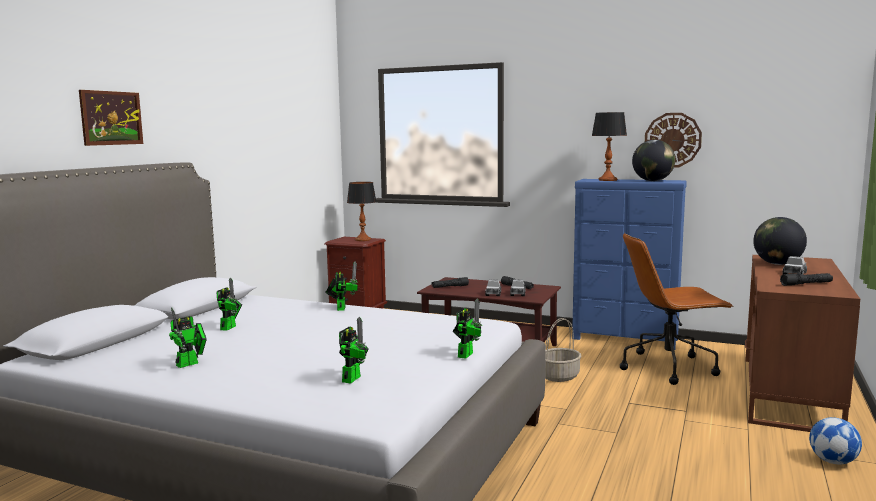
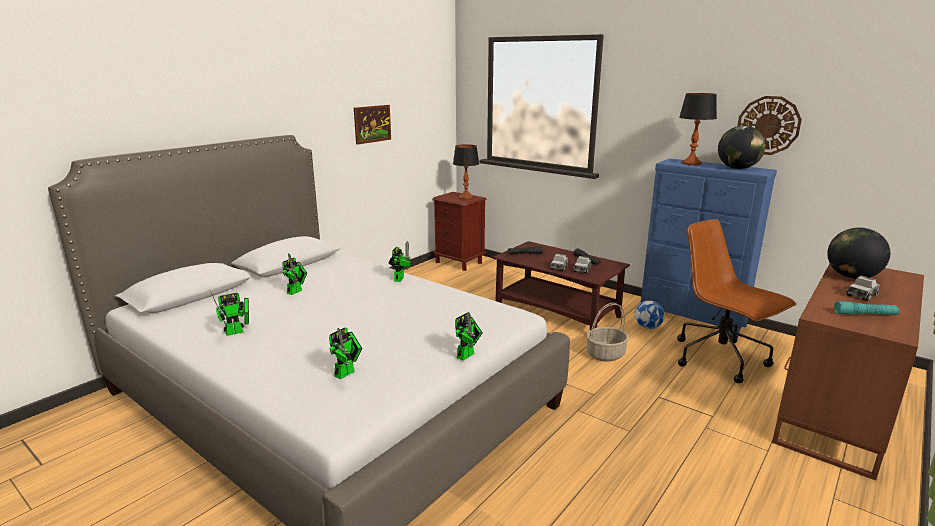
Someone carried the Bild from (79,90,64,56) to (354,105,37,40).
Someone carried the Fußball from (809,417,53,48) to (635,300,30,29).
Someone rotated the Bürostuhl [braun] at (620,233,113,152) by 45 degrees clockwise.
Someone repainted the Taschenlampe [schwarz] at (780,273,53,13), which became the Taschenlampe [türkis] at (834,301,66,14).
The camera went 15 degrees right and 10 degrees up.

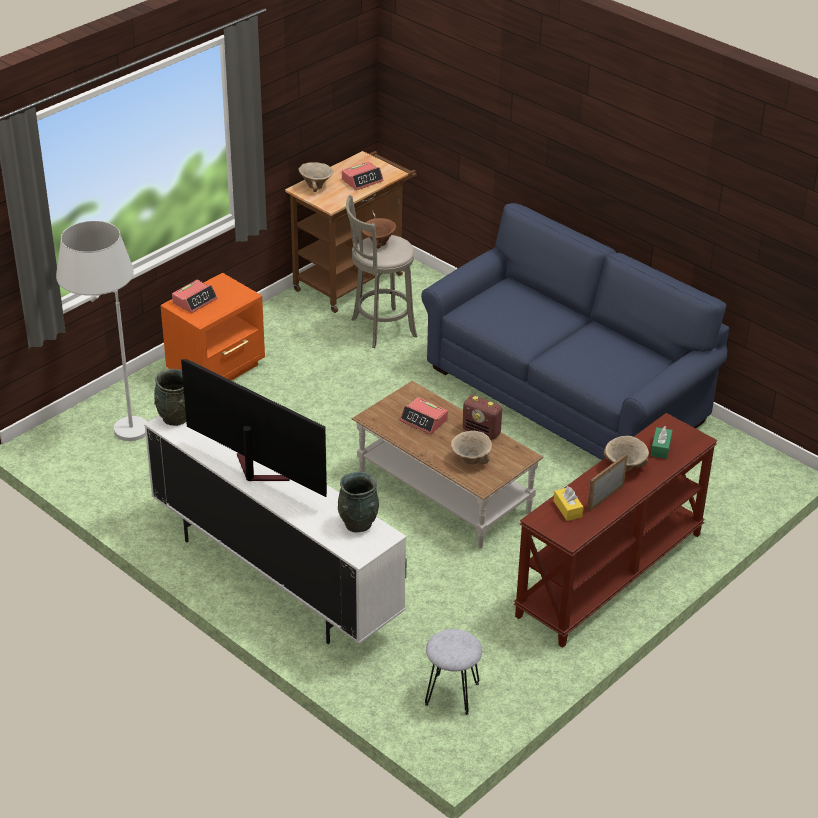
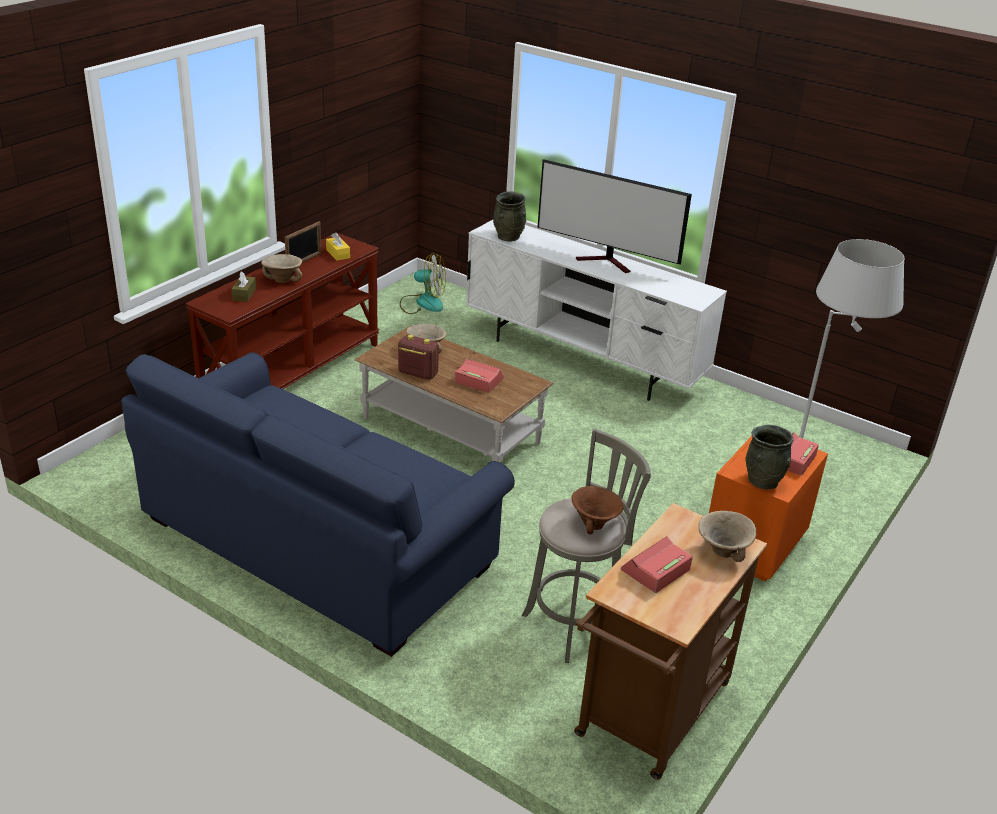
Someone repainted the Taschentuchbox [grün] at (651,426,22,33), which became the Taschentuchbox [braun] at (232,271,24,31).
Someone swapped the Hocker [grau] at (425,629,57,86) for the Ventilator at (400,253,46,61).
Someone carried the Vase [grau] from (154,369,32,57) to (746,425,48,65).
The camera went 170 degrees right and 5 degrees down.

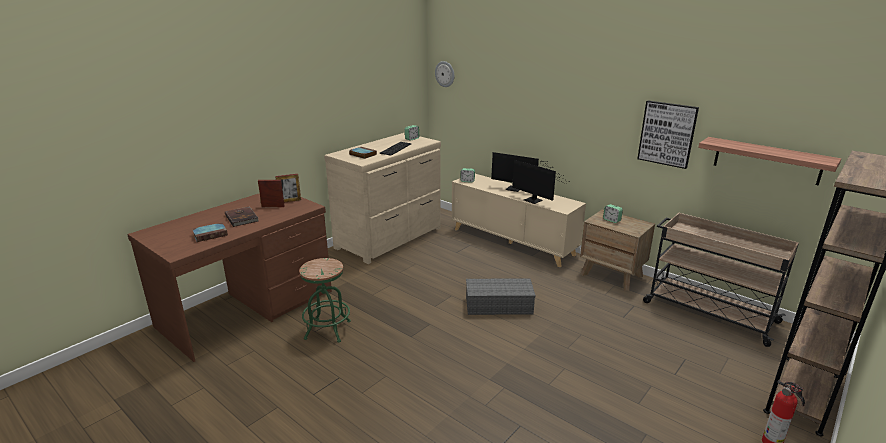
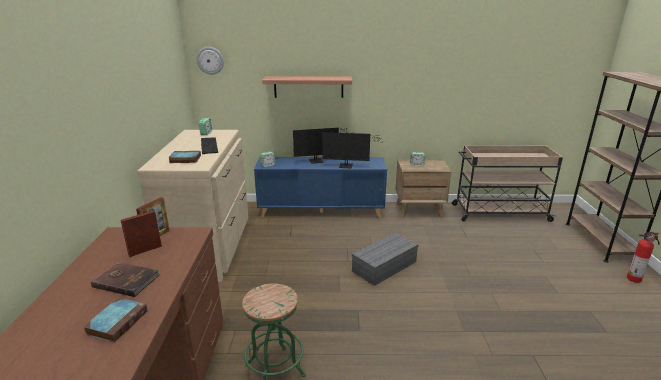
Someone repainted the Schrank [beige] at (452,174,134,93), which became the Schrank [blau] at (254,157,133,61).
Someone carried the Wandregal from (698,137,143,48) to (262,76,90,22).
Someone took away the Bild at (637,100,62,69).
The camera went 40 degrees left and 0 degrees up.

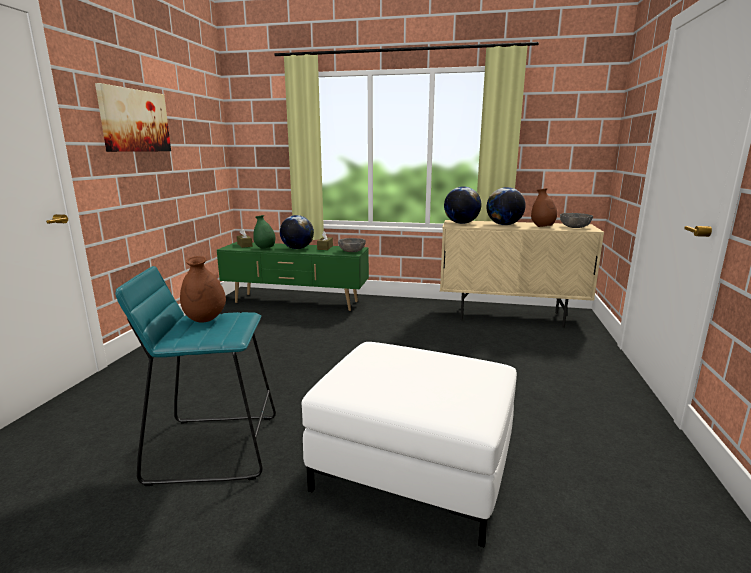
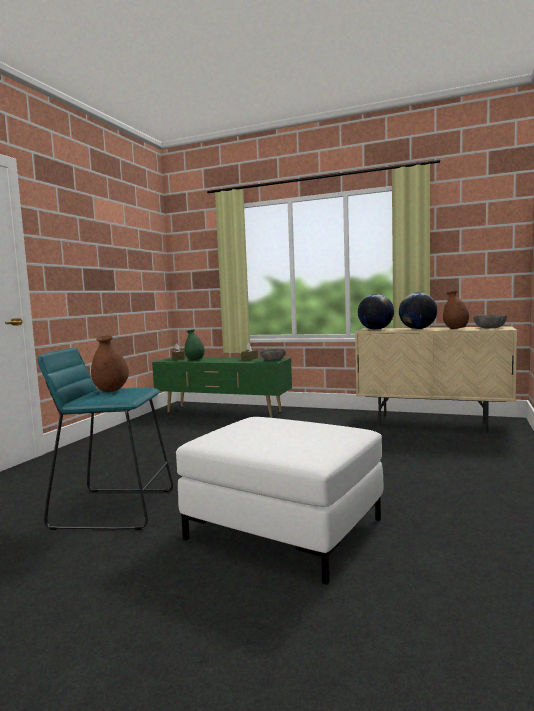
Someone took away the Bild at (95,83,76,69).
Someone took away the Globus at (280,215,34,34).
The camera went 10 degrees right and 10 degrees down.

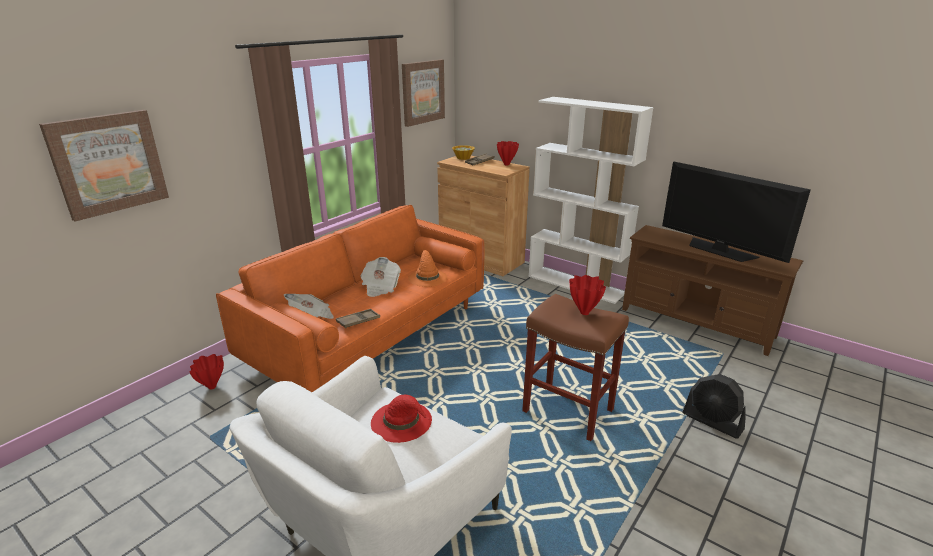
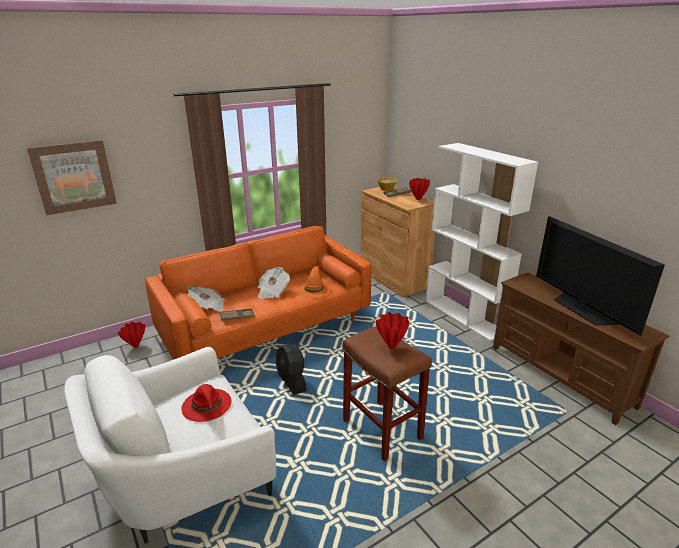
Someone carried the Ventilator [schwarz] from (682,374,64,65) to (276,344,31,51).
Someone took away the Bild at (402,59,43,68).
The camera went 20 degrees right and 0 degrees up.

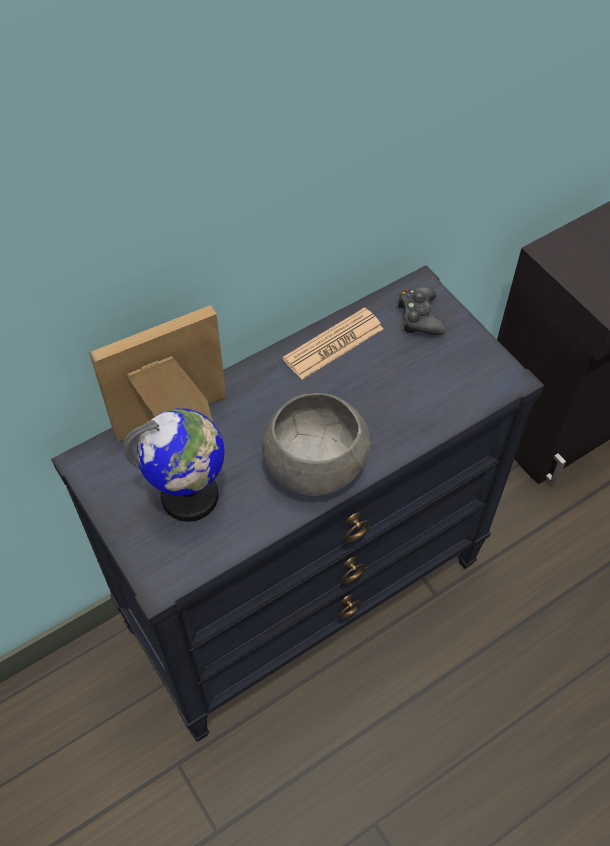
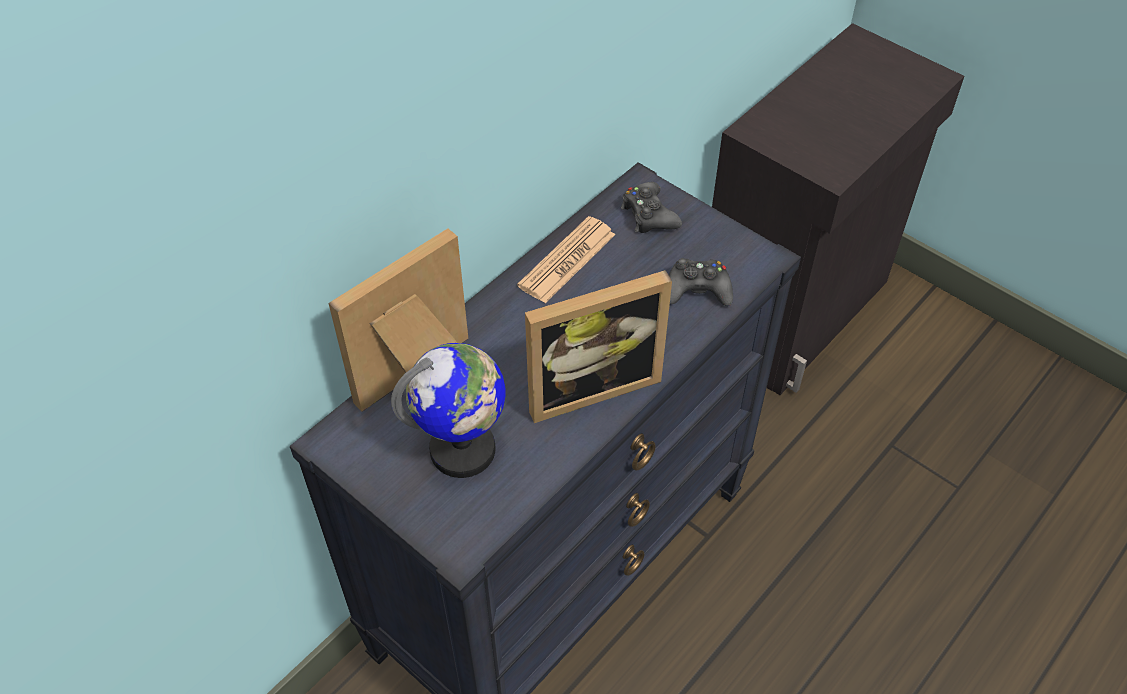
Someone swapped the Schüssel [grau] at (262,393,109,103) for the Bilderrahmen at (525,270,147,153).
Someone put down the Gamepad [schwarz] at (669,258,64,48).
The camera went 15 degrees left and 5 degrees down.

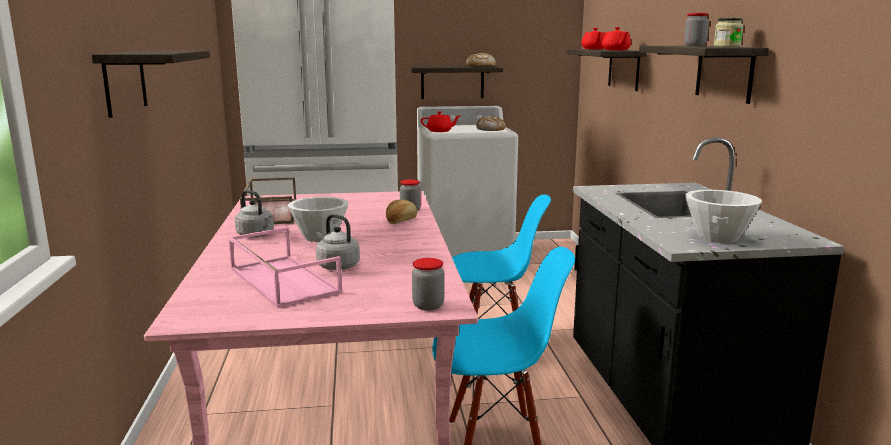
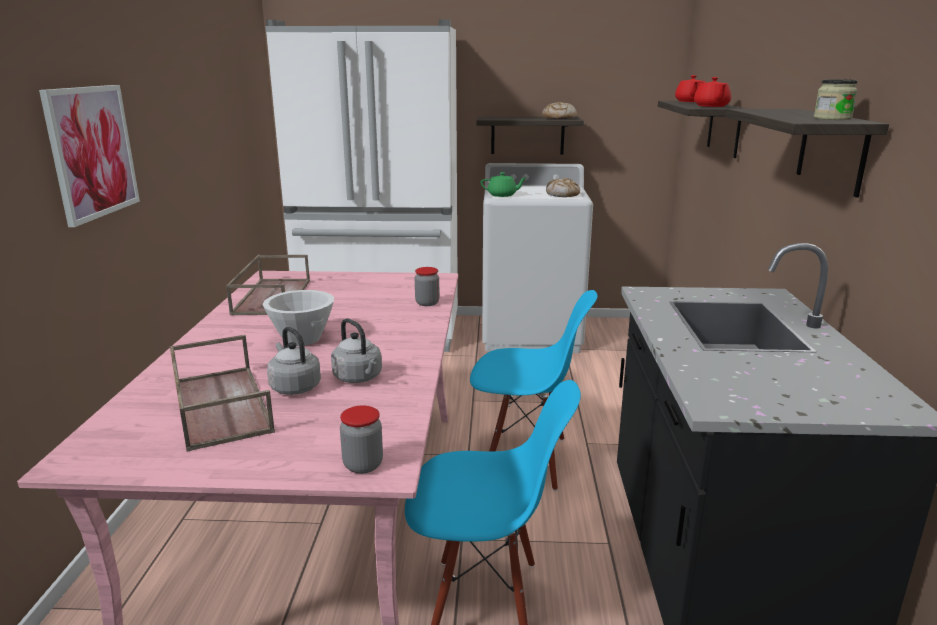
Someone swapped the Wandregal at (92,51,118,67) for the Bild at (39,85,101,142).
Someone repainted the Tablett [rosa] at (228,227,114,81), which became the Tablett [braun] at (170,335,105,117).
Someone carried the Wasserkessel [grau] from (235,190,39,47) to (331,318,51,65).
Someone repainted the Teekanne [rot] at (421,111,39,21), which became the Teekanne [grün] at (481,172,45,25).
Someone took away the Brot at (386,200,31,24).
Someone took away the Vorratsglas at (684,13,25,33).
Someone took away the Schüssel [weiß] at (685,190,77,53).
The camera went 10 degrees right and 5 degrees up.

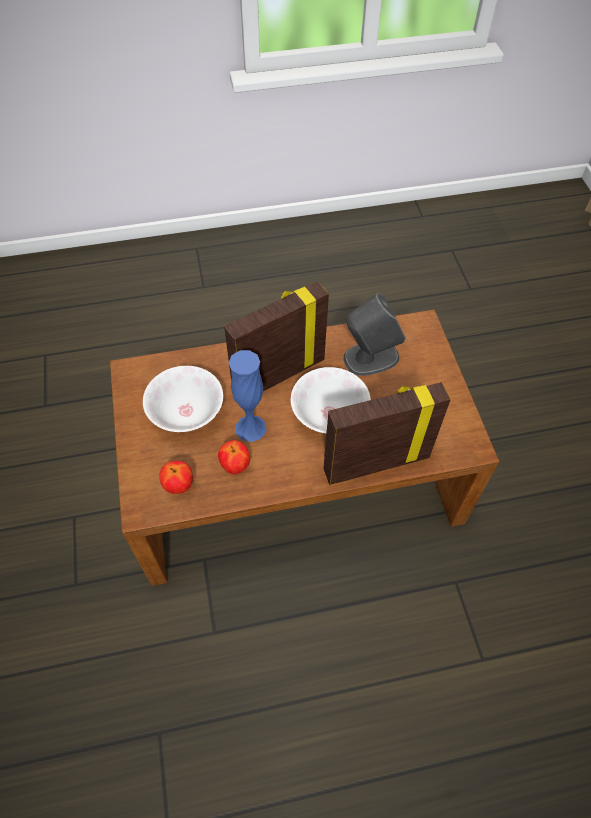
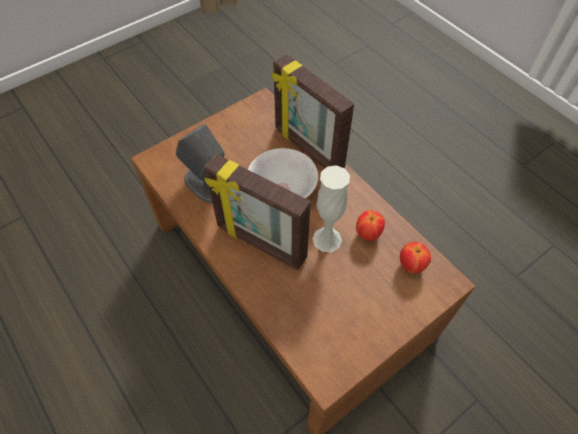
Someone repainted the Vase [blau] at (229,350,37,92), which became the Vase [weiß] at (312,165,38,87).
Someone took away the Schüssel [weiß] at (143,366,80,66).
The camera went 115 degrees left and 0 degrees up.

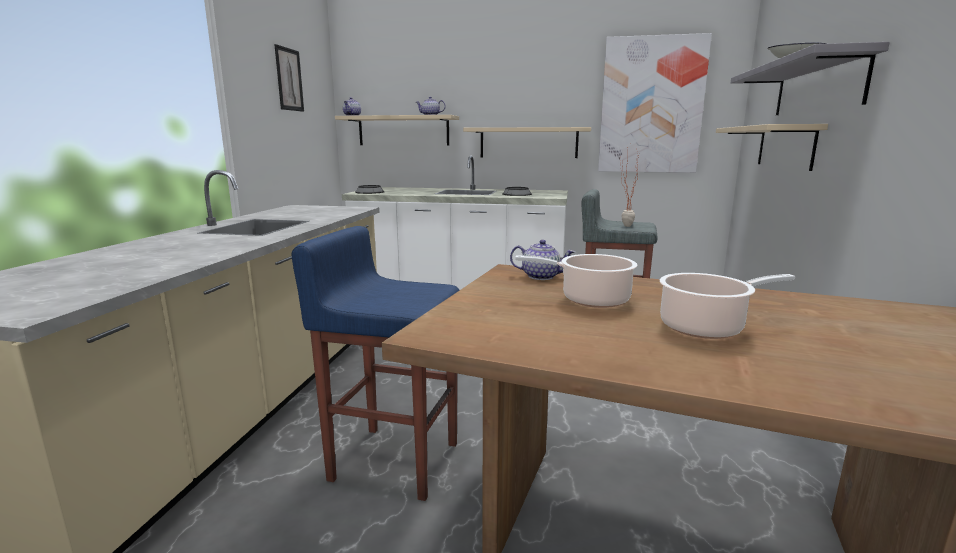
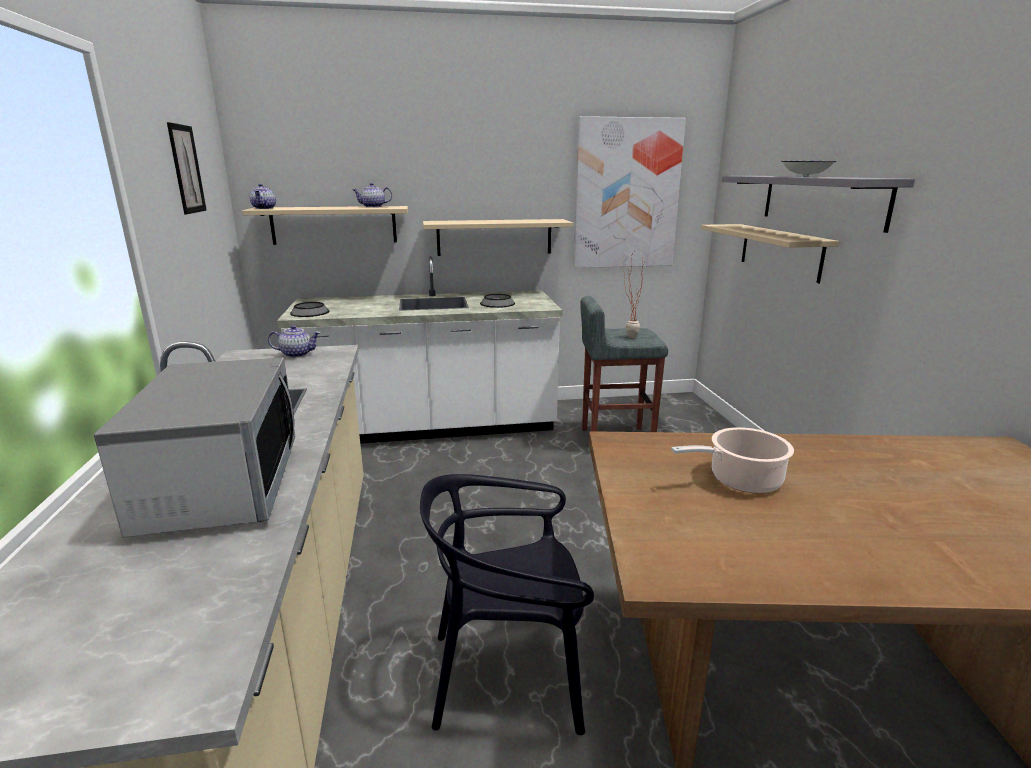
Someone put down the Mikrowelle at (94,358,201,180).
Someone carried the Teekanne from (510,240,65,40) to (268,325,53,33).
Someone swapped the Hocker [blau] at (292,226,167,275) for the Stuhl [schwarz] at (420,474,174,261).
Someone took away the Kochtopf at (660,273,135,66).
The camera went 20 degrees left and 5 degrees up.

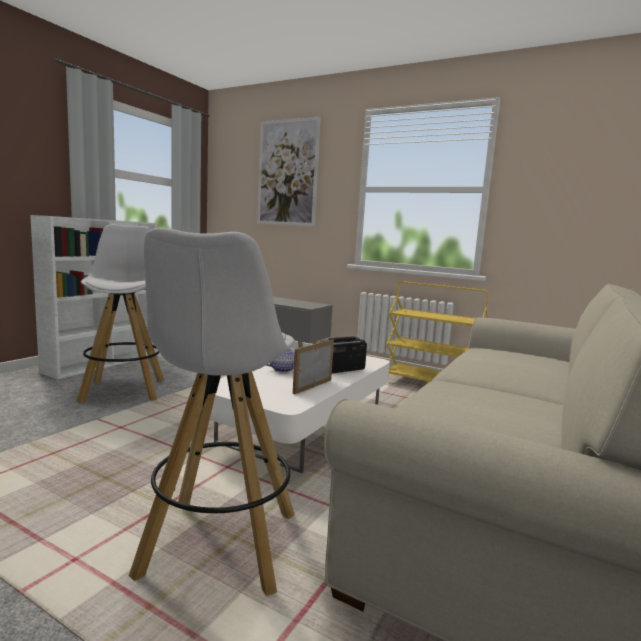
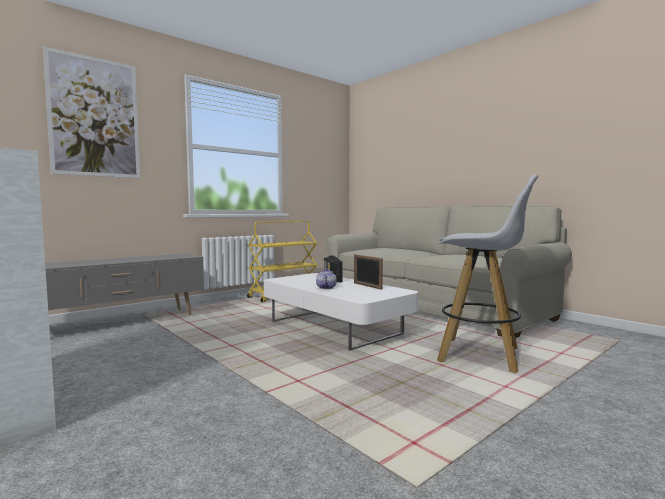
Someone took away the Hocker [weiß] at (76,224,88,178).
The camera went 70 degrees left and 5 degrees down.

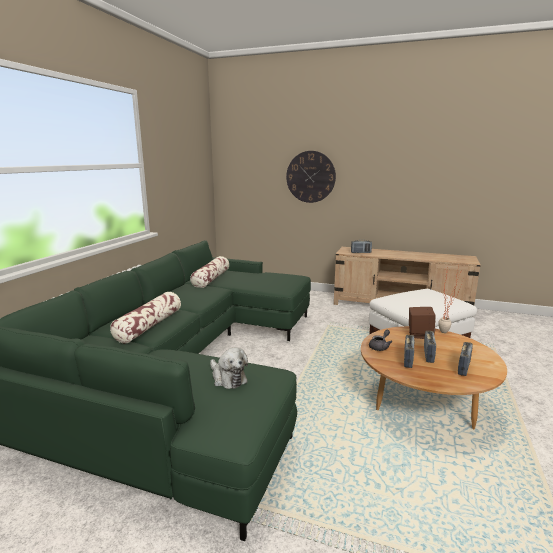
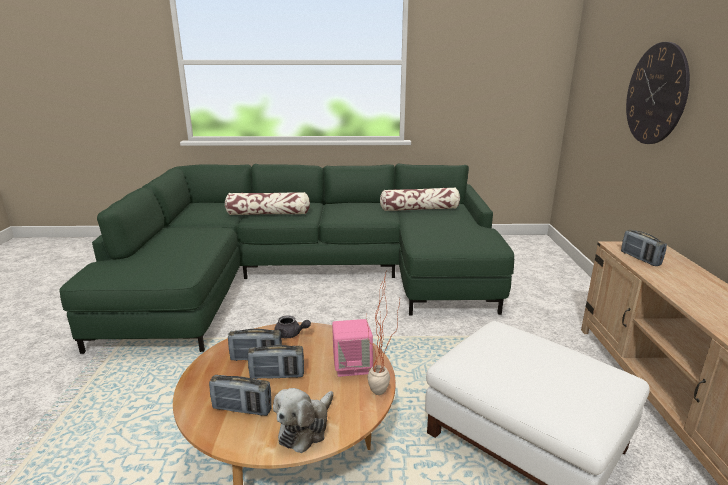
Someone carried the Plüschtier from (210,347,38,42) to (273,388,60,65).
Someone repainted the Lautsprecher [braun] at (409,307,27,32), which became the Lautsprecher [rosa] at (332,319,41,58).
The camera went 70 degrees right and 5 degrees up.

